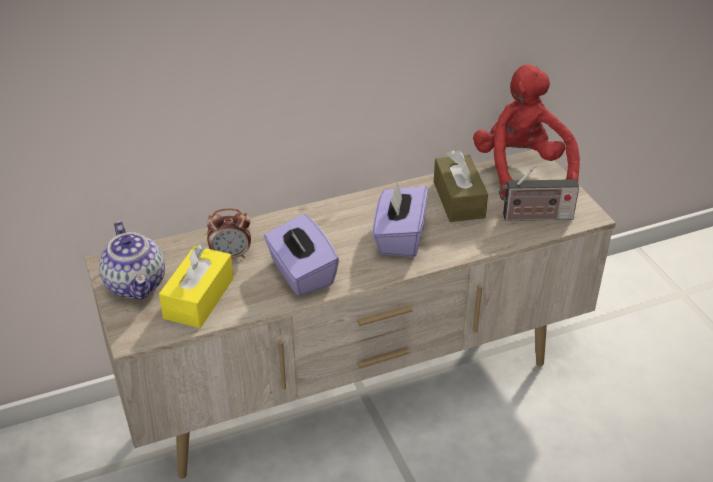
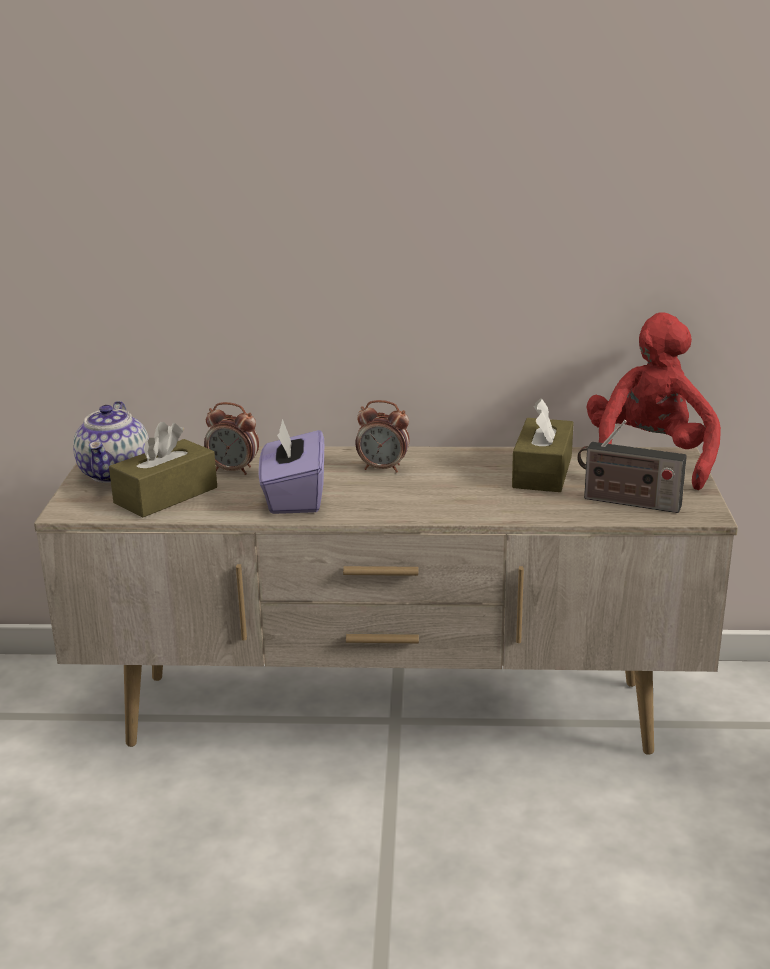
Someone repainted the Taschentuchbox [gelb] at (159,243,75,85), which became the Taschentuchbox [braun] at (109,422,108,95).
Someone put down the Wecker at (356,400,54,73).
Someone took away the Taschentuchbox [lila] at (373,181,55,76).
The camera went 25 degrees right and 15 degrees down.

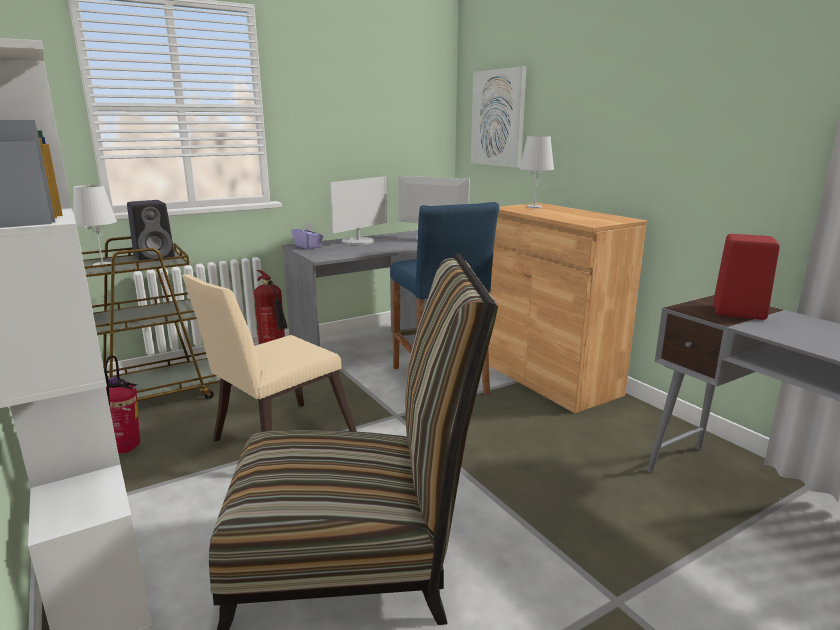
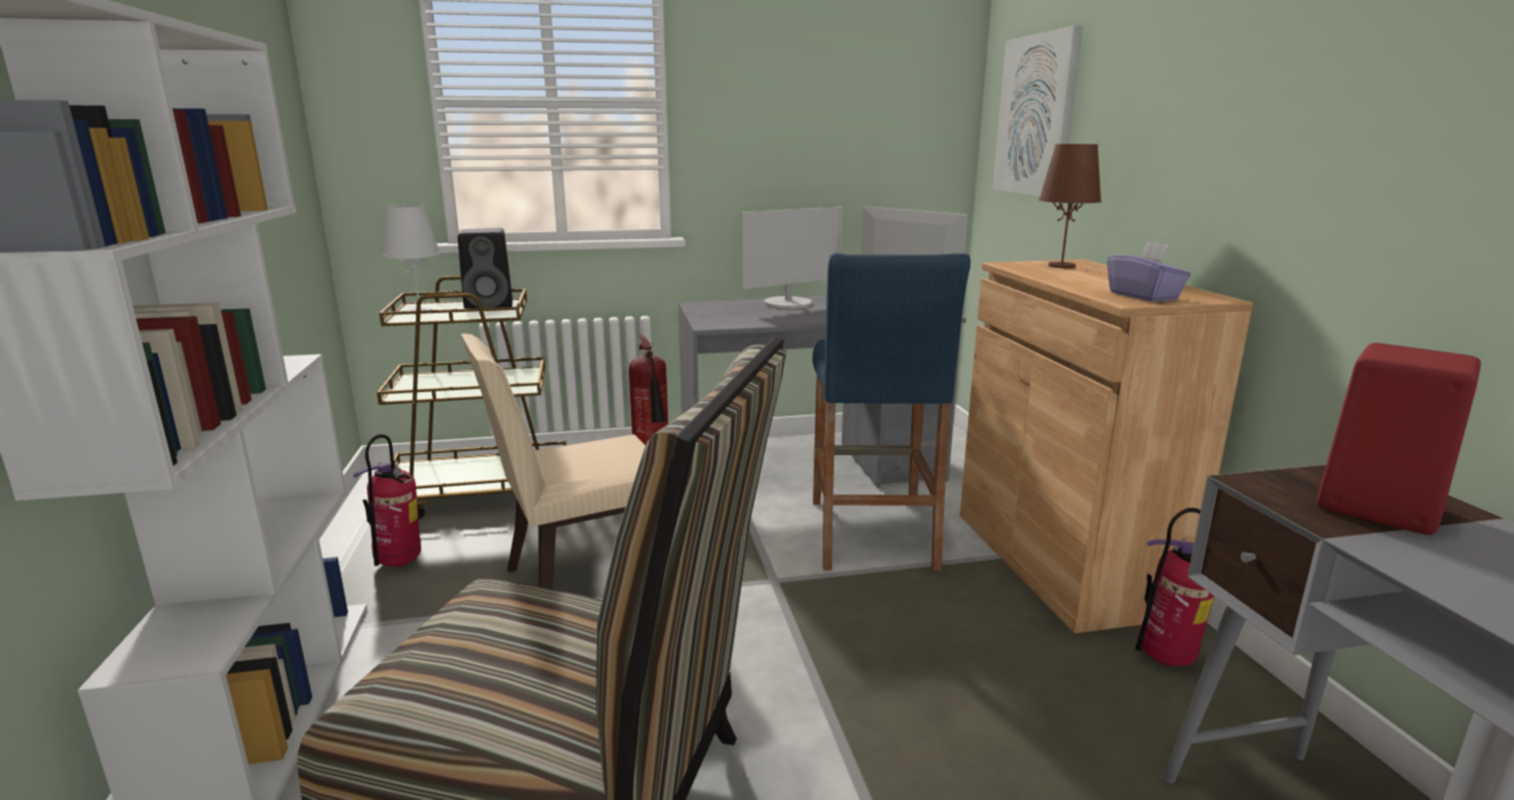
Someone repainted the Tischlampe [weiß] at (520,136,34,72), which became the Tischlampe [braun] at (1039,144,63,124).
Someone carried the Taschentuchbox [lila] from (292,223,31,26) to (1107,241,84,61).
Someone put down the Feuerlöscher at (1135,508,79,158).
The camera went 20 degrees right and 0 degrees up.

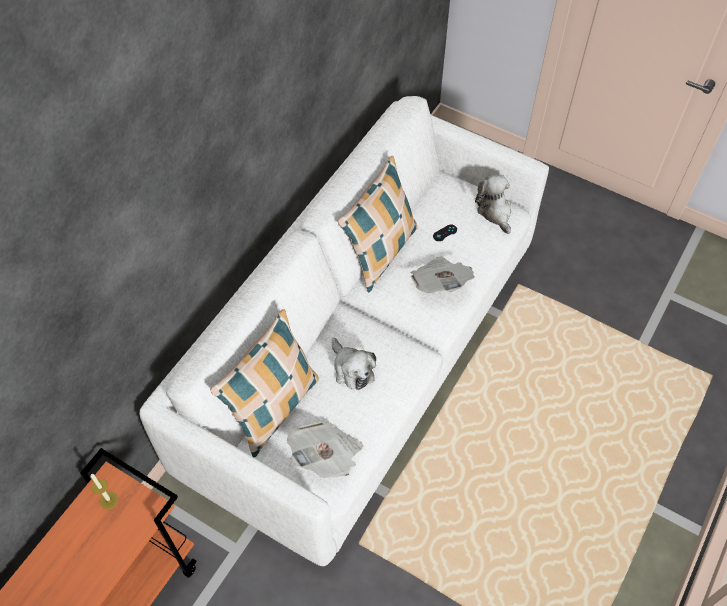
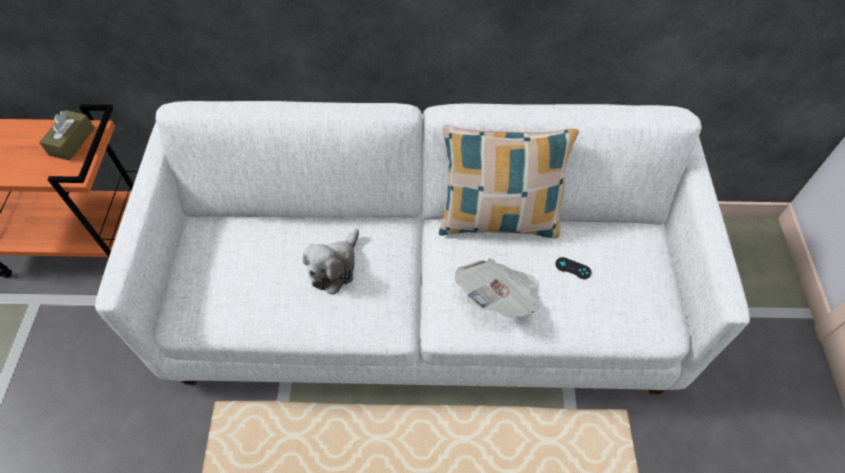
Someone swapped the Kerze at (90,474,28,35) for the Taschentuchbox [braun] at (39,110,56,51).
Someone took away the Kissen at (210,309,109,148).
Someone took away the Zeitung at (287,421,76,57).
Someone took away the Plüschtier at (475,175,36,59).
The camera went 60 degrees right and 0 degrees up.

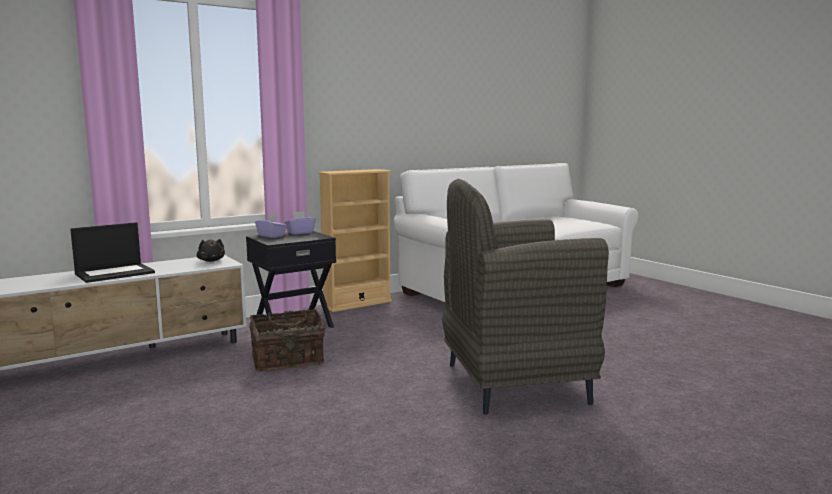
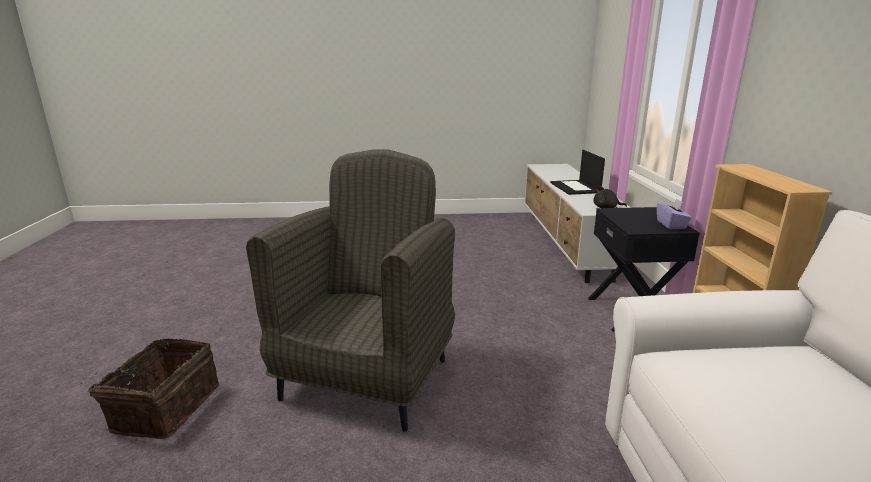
Someone carried the Korb from (249,309,76,62) to (81,338,138,101).
Someone took away the Taschentuchbox [lila] at (255,214,32,24).
The camera went 120 degrees right and 10 degrees up.

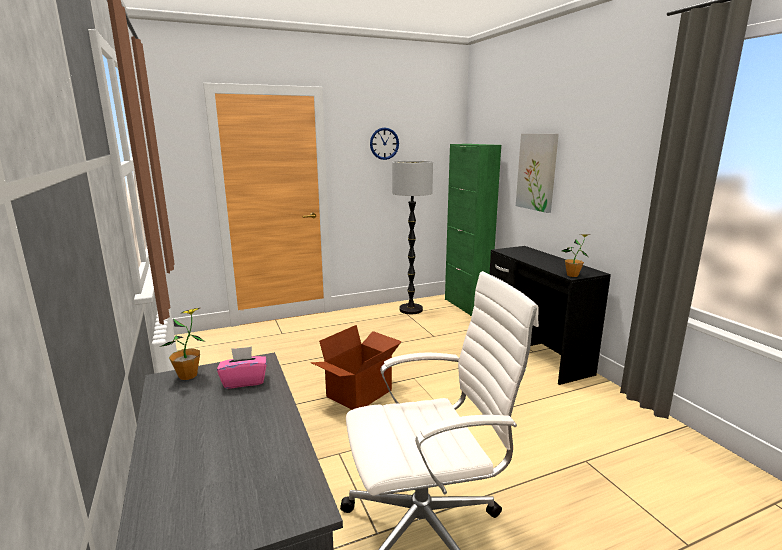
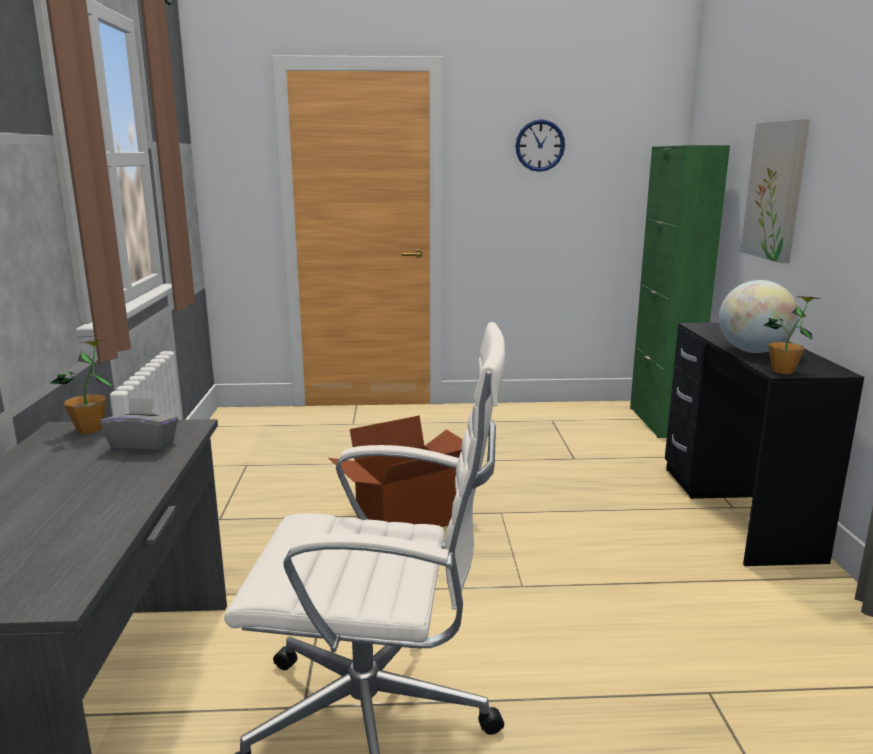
Someone repainted the Taschentuchbox [rosa] at (217,347,49,42), which became the Taschentuchbox [grau] at (100,397,78,55).
Someone put down the Globus at (719,280,79,73).
Someone took away the Stehlampe at (392,161,41,153).
The camera went 20 degrees right and 0 degrees up.

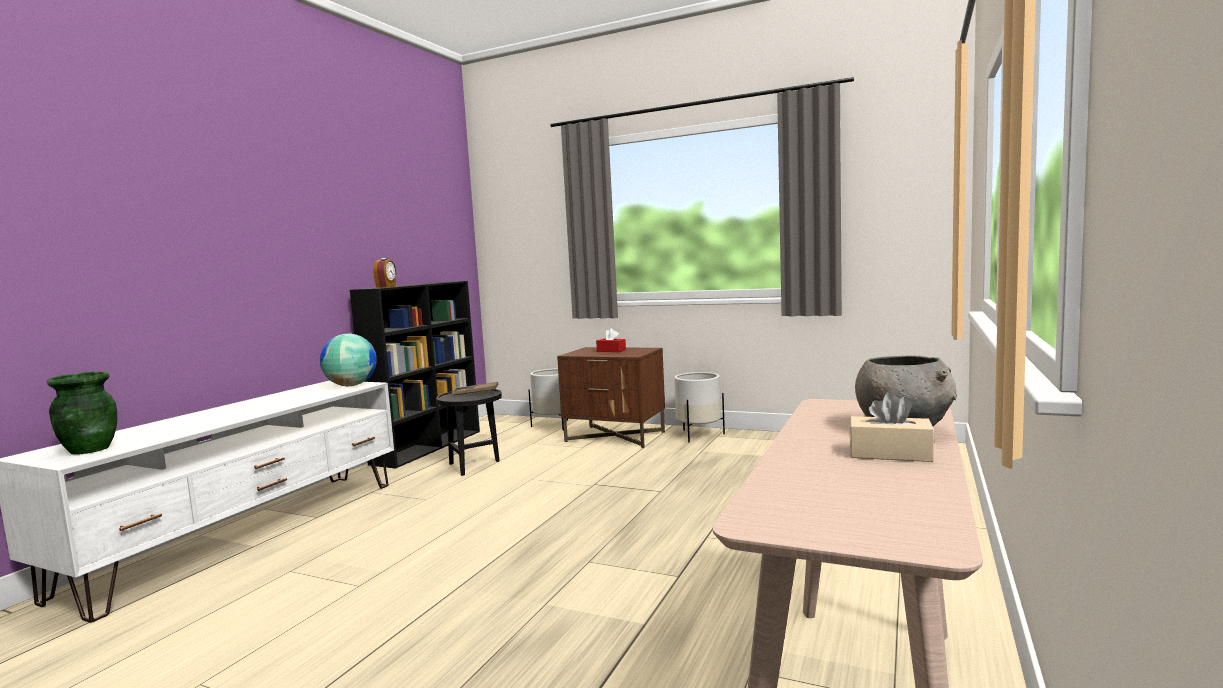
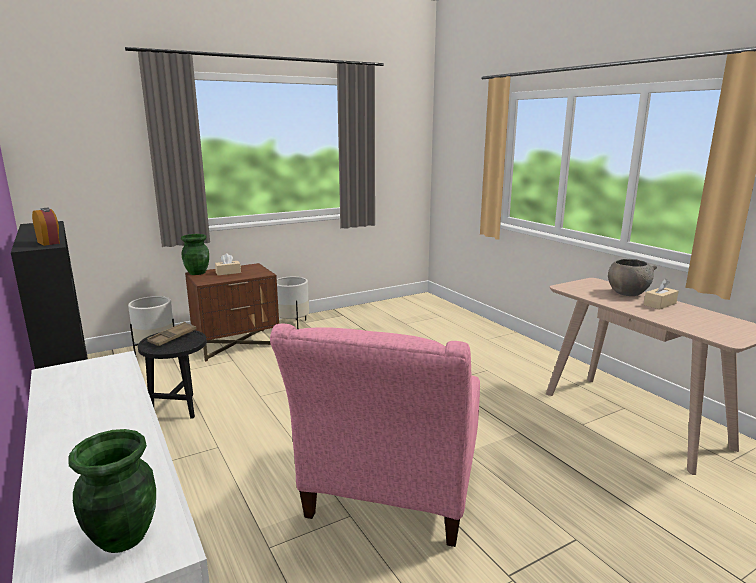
Someone put down the Vase [grün] at (181,234,28,41).
Someone repainted the Taschentuchbox [rot] at (596,329,30,23), which became the Taschentuchbox [beige] at (215,253,26,23).
Someone put down the Sessel [rosa] at (270,324,210,223).
Someone took away the Globus at (320,334,57,52).
The camera went 55 degrees left and 10 degrees up.

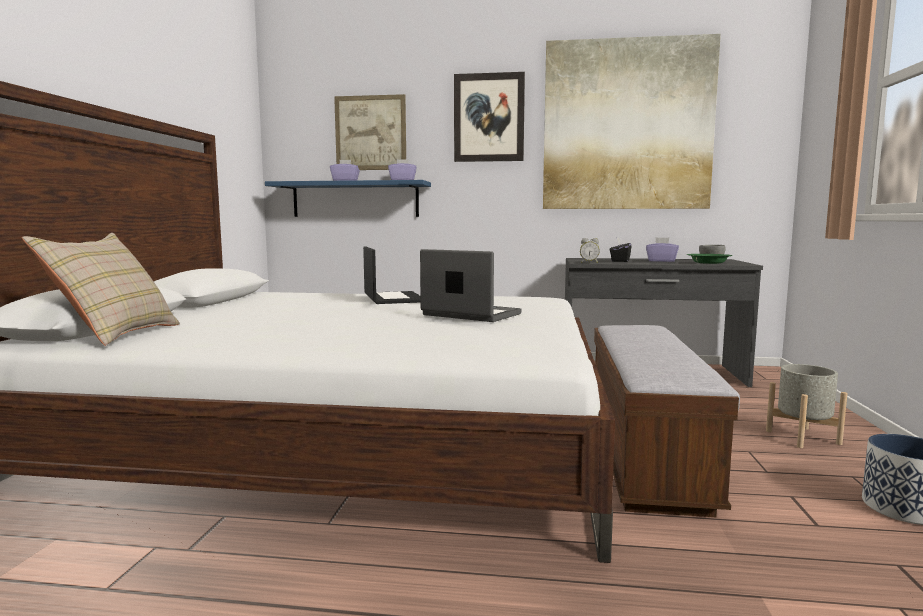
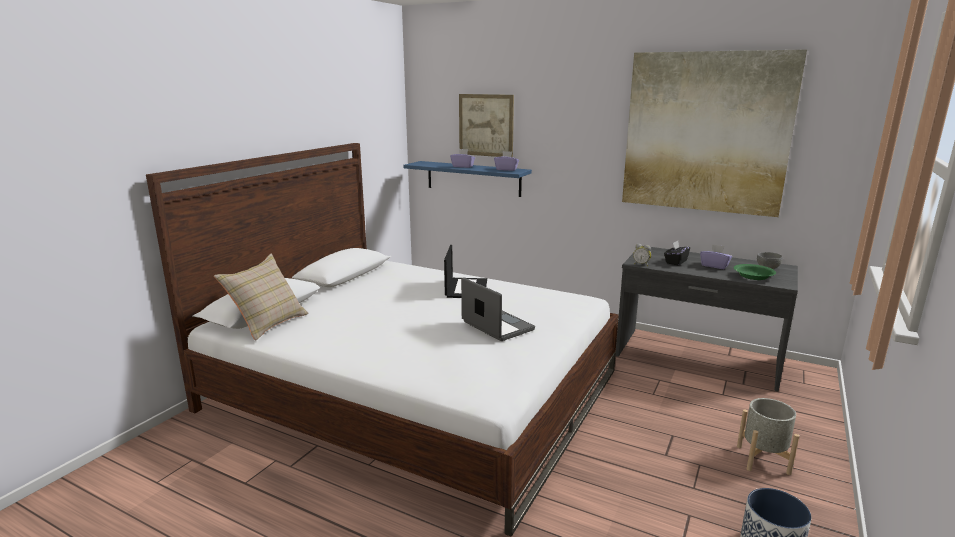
Someone took away the Bild at (454,72,71,90).
Someone took away the Bank at (594,325,146,192).
The camera went 20 degrees right and 10 degrees up.

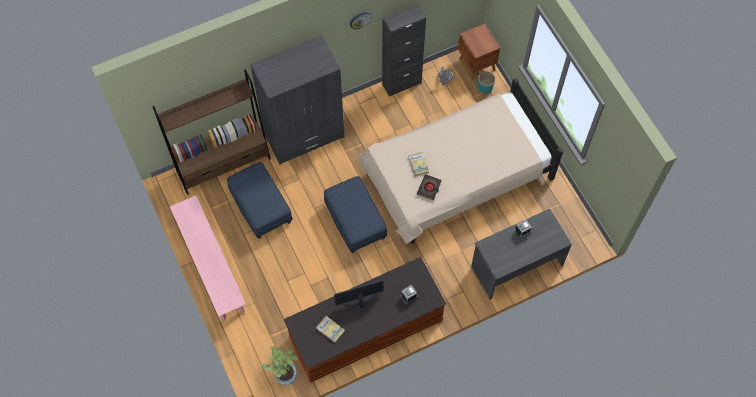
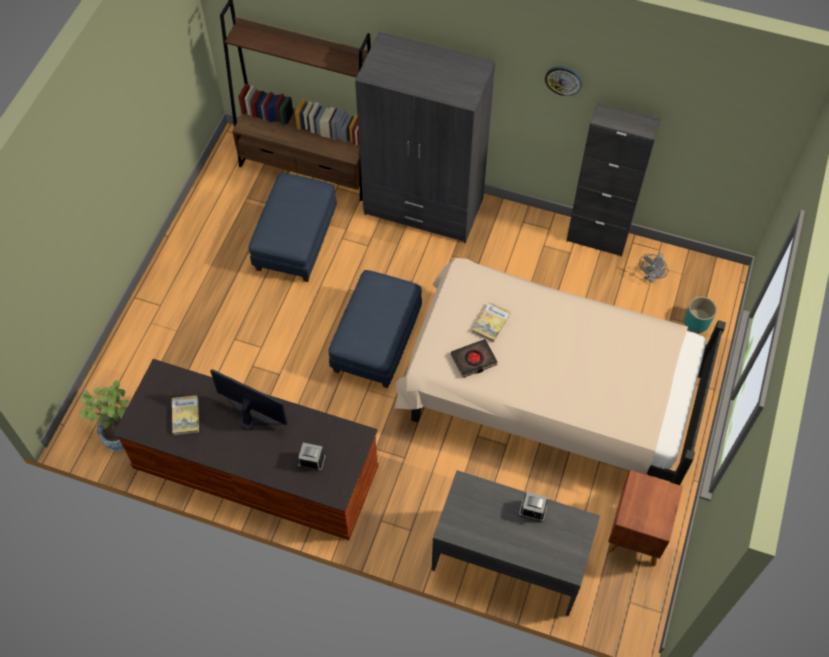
Someone carried the Nachttisch [braun] from (458,24,42,56) to (608,470,75,97).
Someone took away the Bank [rosa] at (170,196,76,125).
The camera went 45 degrees right and 5 degrees down.

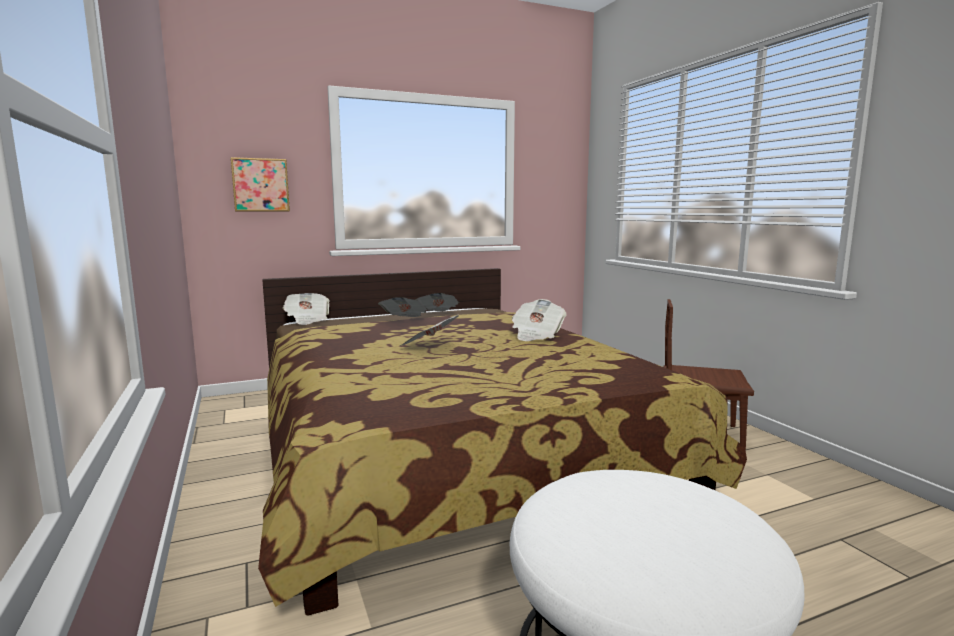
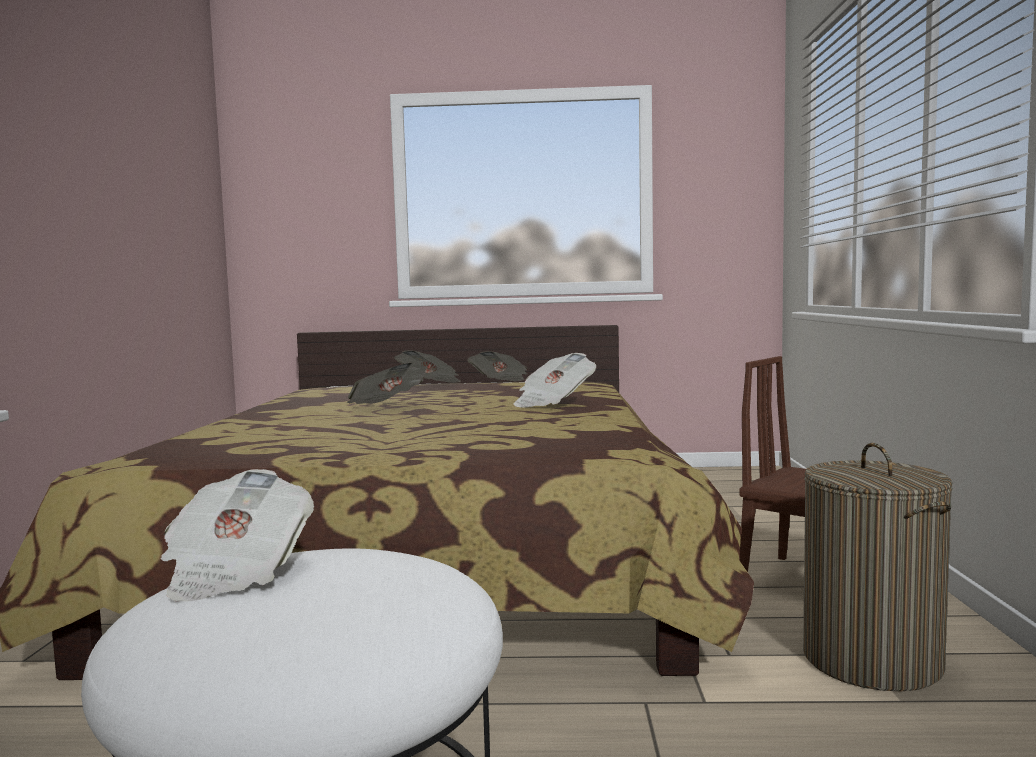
Someone carried the Zeitung from (283,293,47,32) to (160,469,154,133).
Someone put down the Wäschekorb at (803,443,150,248).
Someone took away the Bild at (231,157,59,55).
The camera went 25 degrees right and 5 degrees down.

